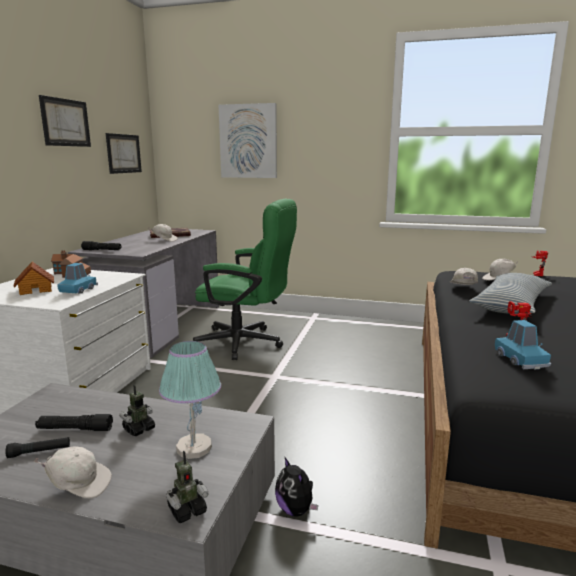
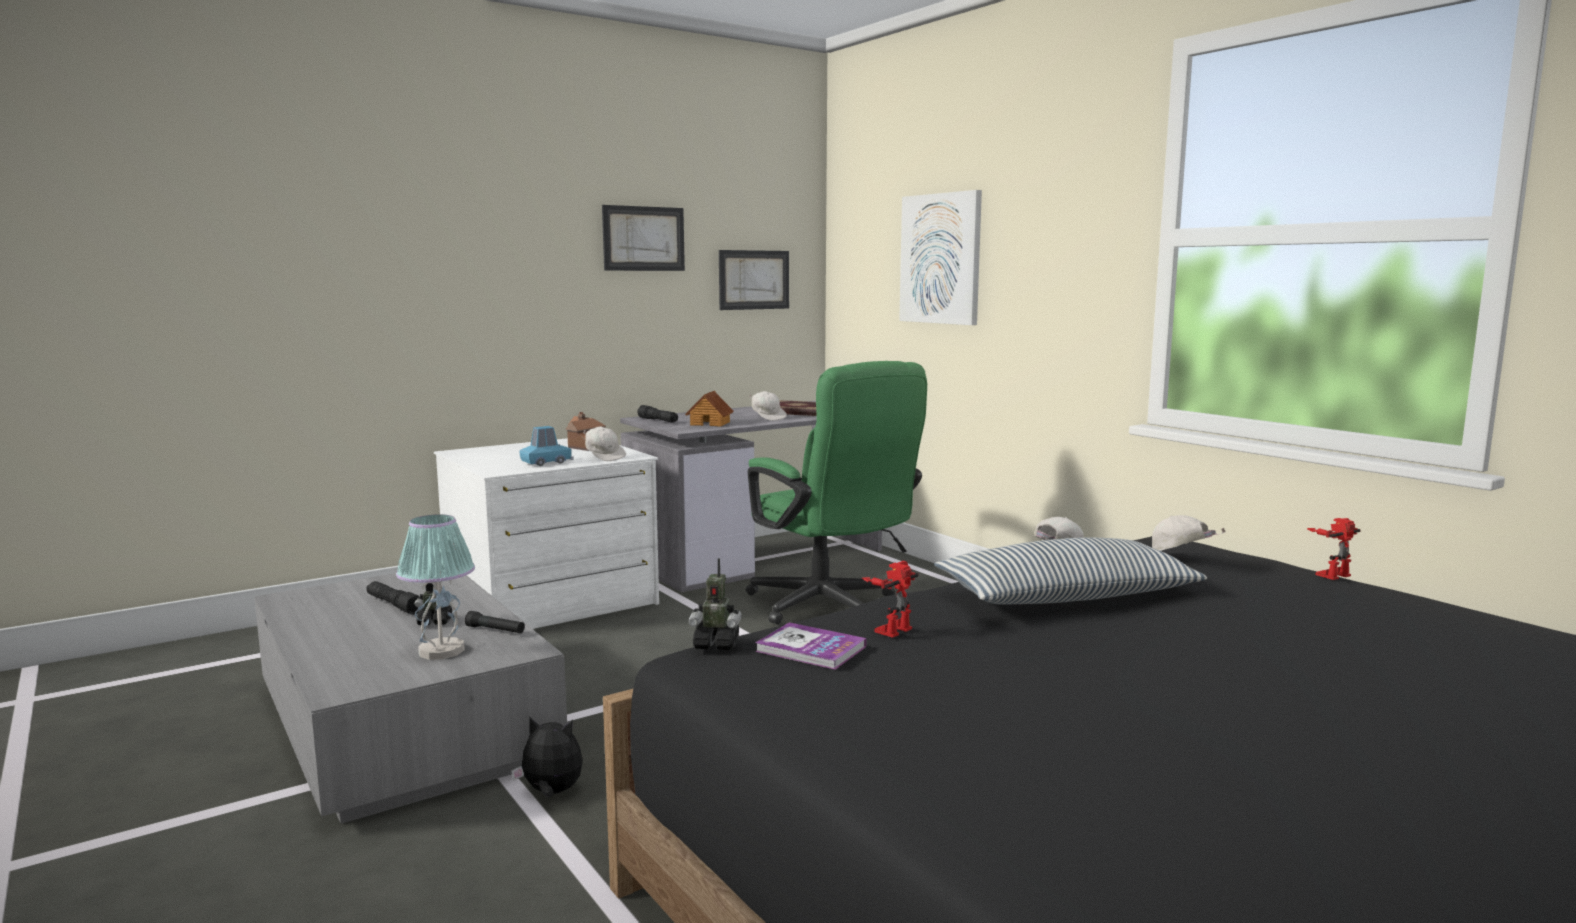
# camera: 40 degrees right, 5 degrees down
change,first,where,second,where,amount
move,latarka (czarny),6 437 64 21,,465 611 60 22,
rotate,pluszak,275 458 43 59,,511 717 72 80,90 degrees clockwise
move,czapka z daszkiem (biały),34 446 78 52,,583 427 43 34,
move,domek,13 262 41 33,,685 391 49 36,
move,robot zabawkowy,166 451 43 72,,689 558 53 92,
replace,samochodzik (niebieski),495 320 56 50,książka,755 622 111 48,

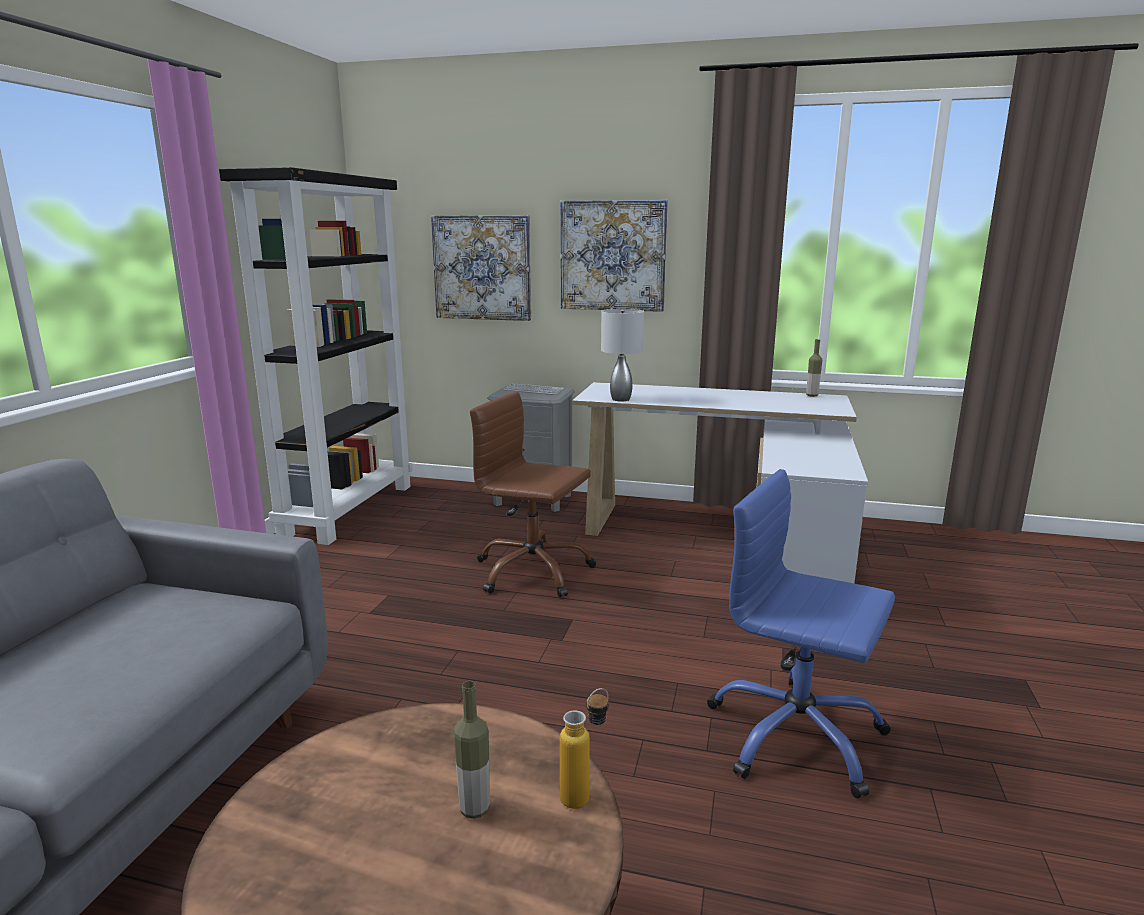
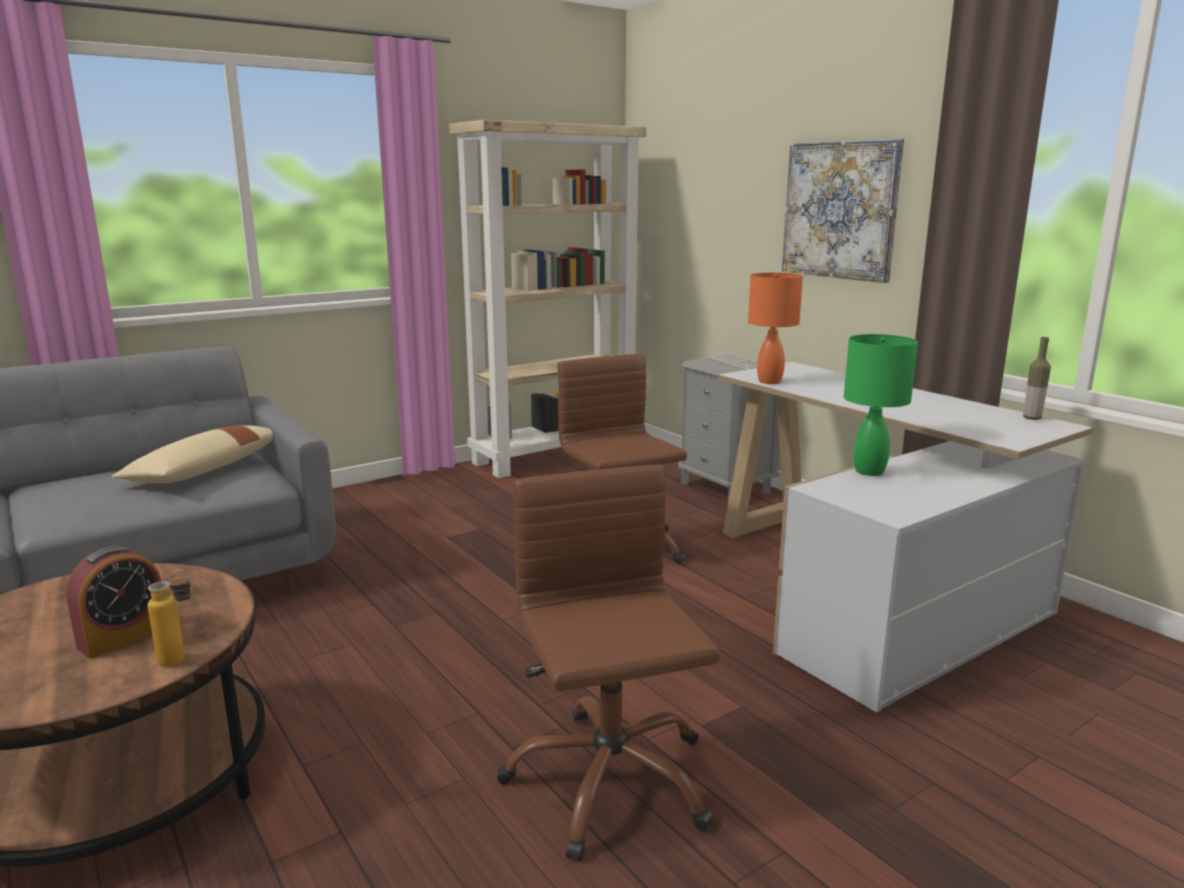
# camera: 40 degrees right, 0 degrees up
change,first,where,second,where,amount
replace,butelka,453 681 37 138,budzik,66 545 96 114,
insert,,,poduszka (beżowy),111 425 162 58,
recolor,regał (czarny),219 167 194 378,regał (beżowy),449 120 197 358,
recolor,krzesło biurowe (niebieski),707 469 188 329,krzesło biurowe (brązowy),497 464 223 397,
recolor,lampa stołowa (szary),601 309 43 92,lampa stołowa (pomarańczowy),748 273 55 111,
insert,,,lampa stołowa (zielony),844 334 74 142,
delete,obraz,431 215 100 106,,,

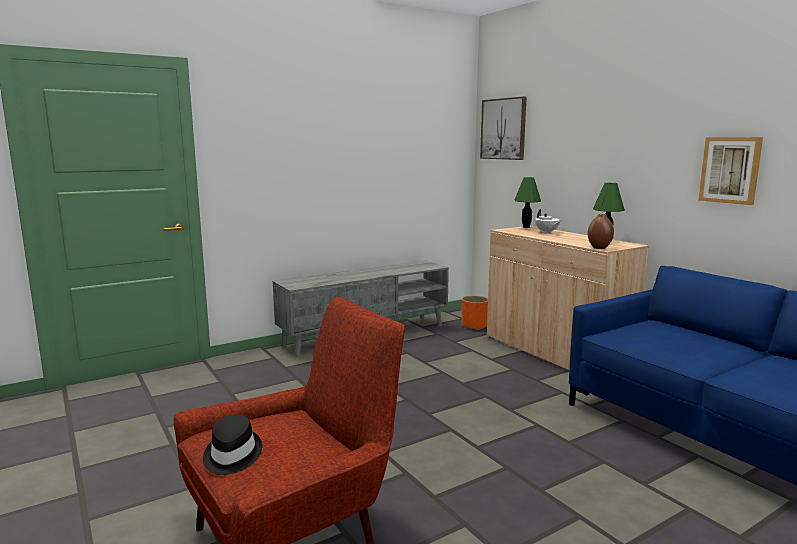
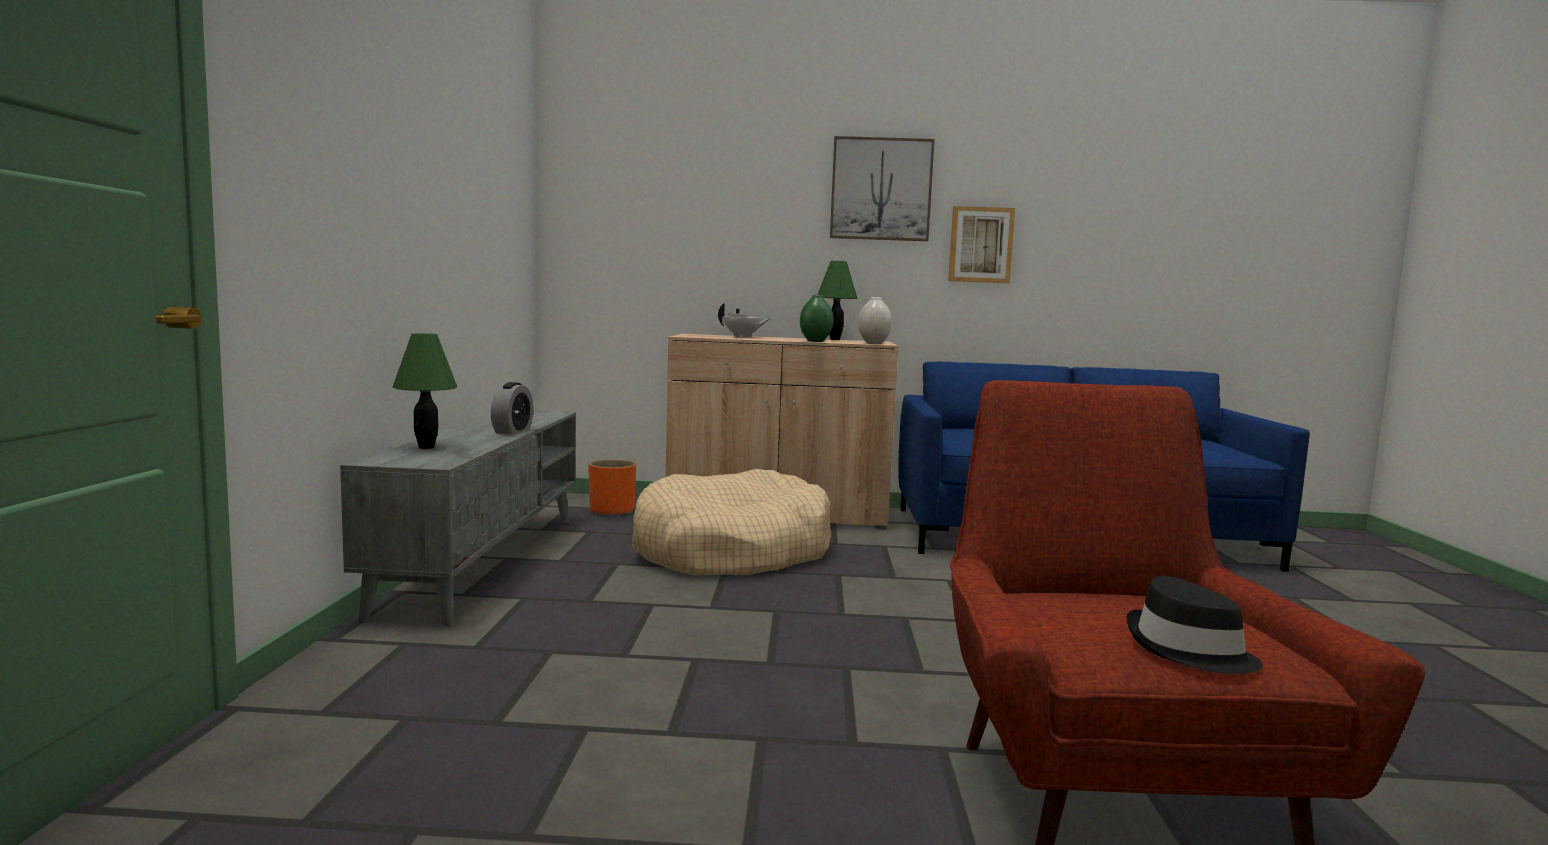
# camera: 55 degrees left, 5 degrees down
change,first,where,second,where,amount
move,lampa stołowa (zielony),514 177 27 51,,393 333 64 116,
insert,,,budzik,491 382 43 52,
insert,,,legowisko (beżowy),632 469 199 107,
insert,,,wazon (zielony),800 295 33 47,
move,obraz,480 97 47 63,,830 136 105 105,
recolor,wazon (brązowy),588 214 26 35,wazon (biały),858 297 34 47,

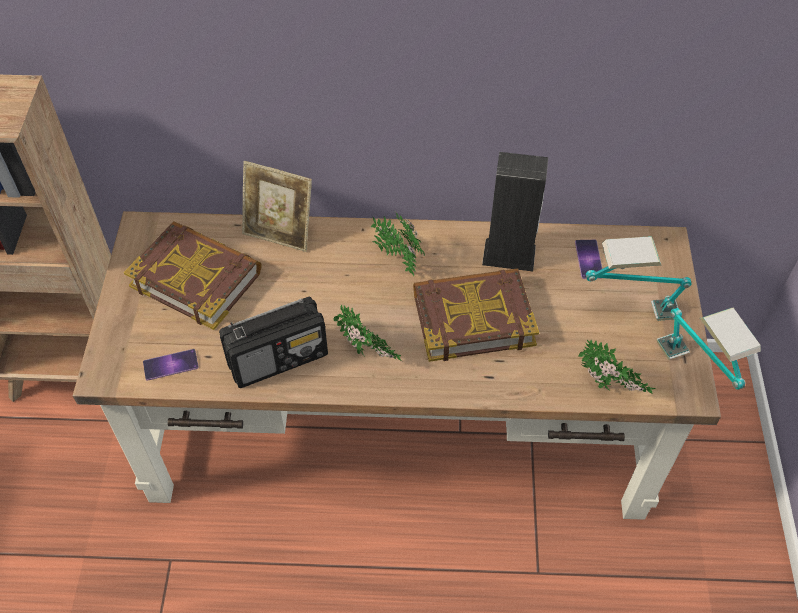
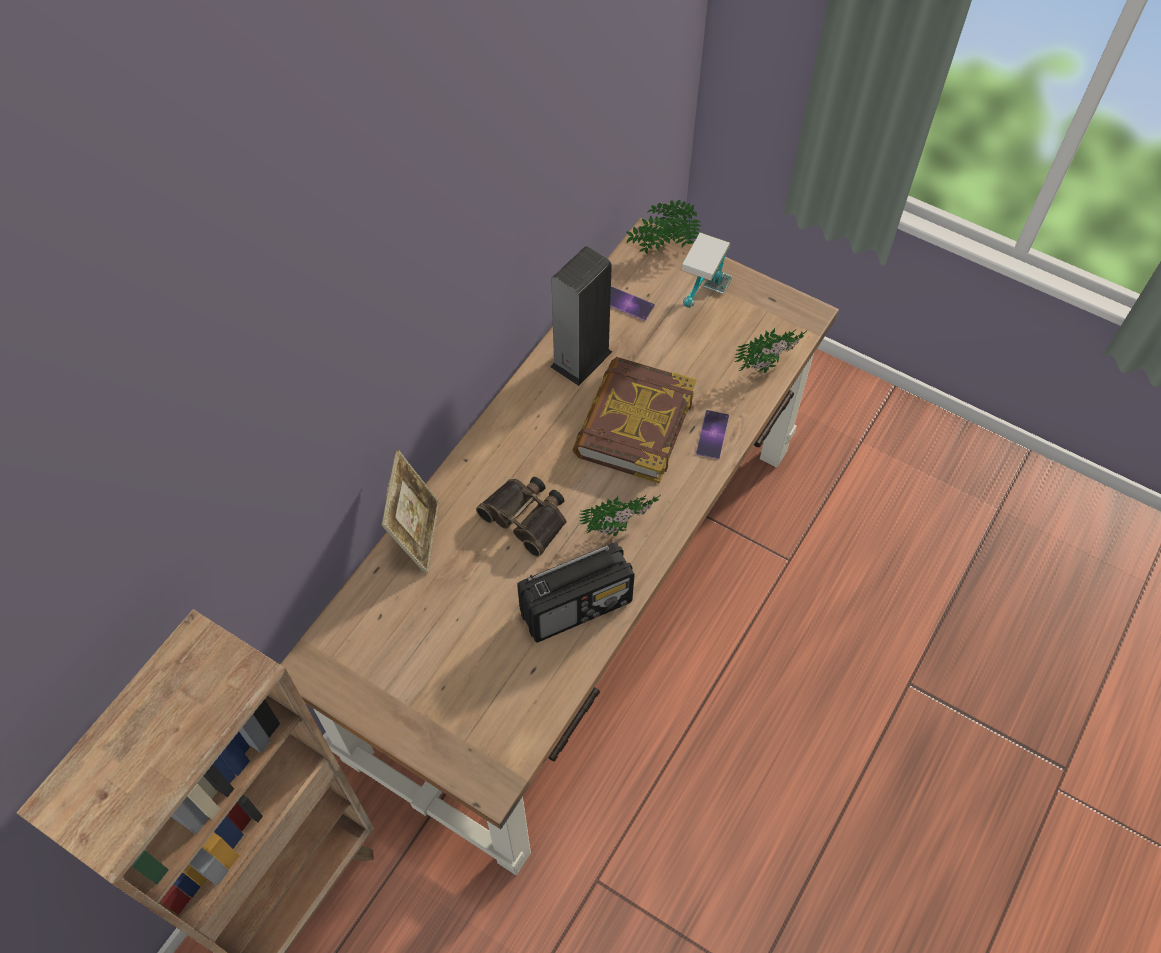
# camera: 60 degrees left, 5 degrees up
change,first,where,second,where,amount
rotate,ramka na zdjęcie,242 161 70 91,,381 450 58 123,45 degrees counterclockwise
insert,,,lornetka,476 477 90 80,
rotate,radio,219 297 109 91,,517 542 118 100,60 degrees clockwise
move,roślina doniczkowa,371 212 54 64,,626 200 75 54,
move,telefon,143 349 55 32,,696 410 33 49,
delete,książka,124 221 138 109,,,
delete,lampa stołowa,657 308 104 82,,,

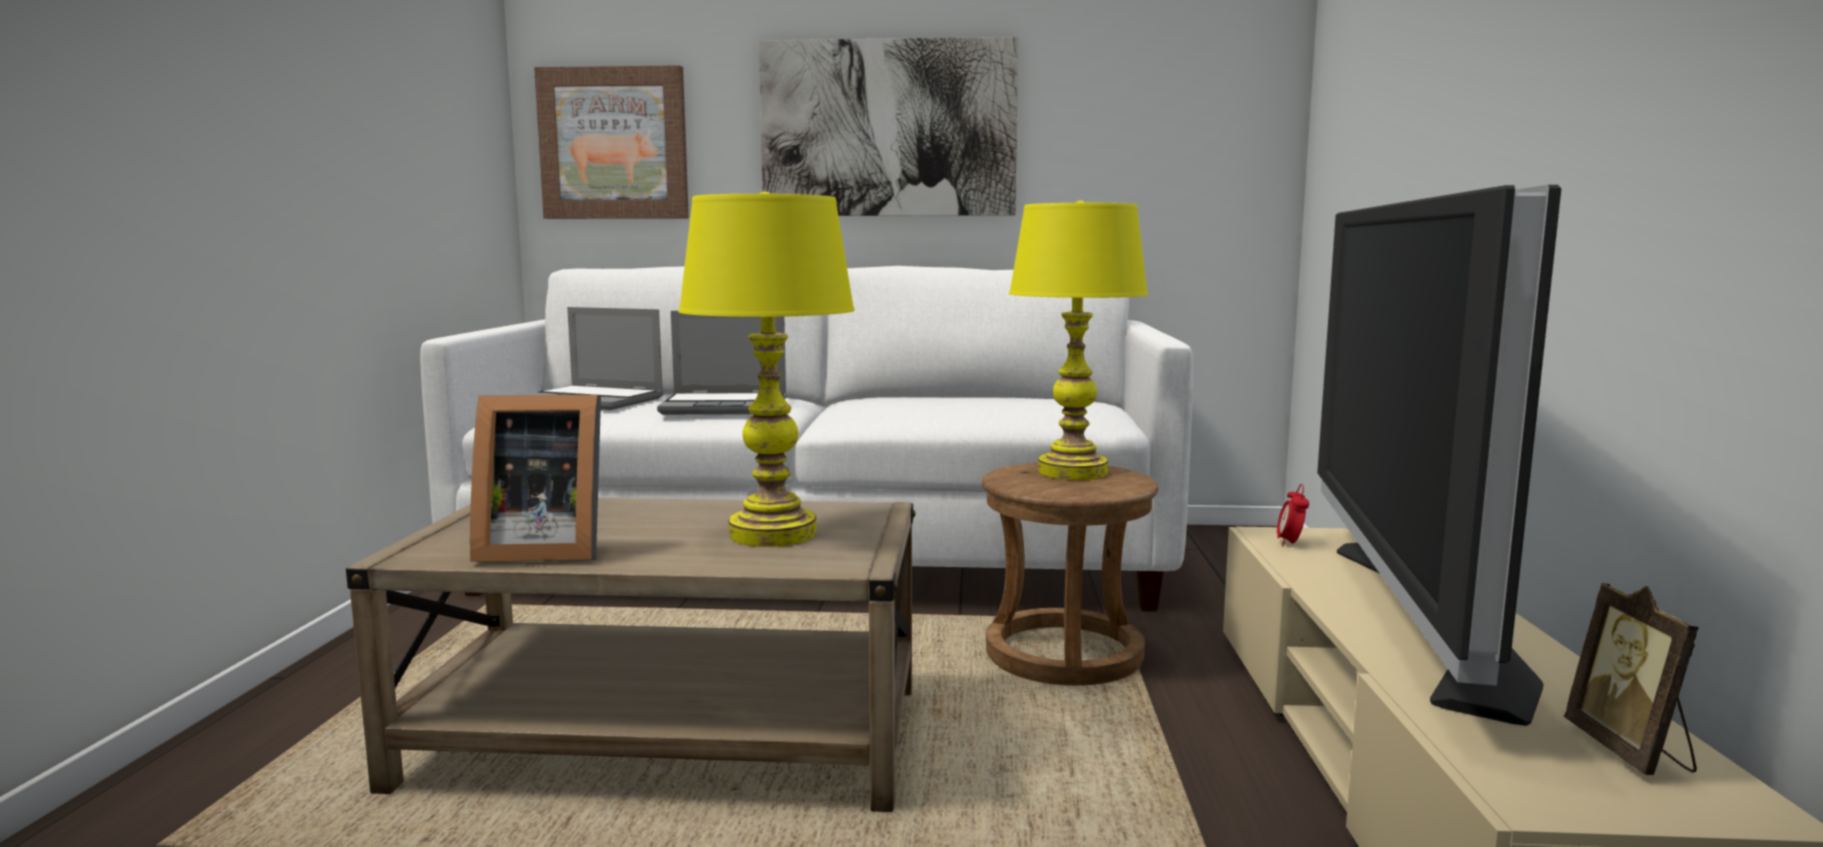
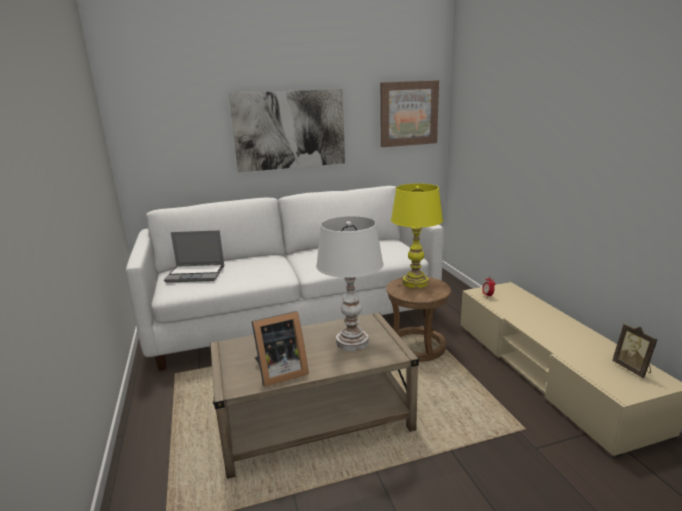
# camera: 20 degrees left, 10 degrees up
change,first,where,second,where,amount
recolor,lampa stołowa (żółty),678 191 177 356,lampa stołowa (biały),316 216 68 135,
move,obraz,534 65 155 154,,380 80 59 67,
delete,laptop,657 311 129 104,,,
delete,telewizor,1317 185 244 541,,,

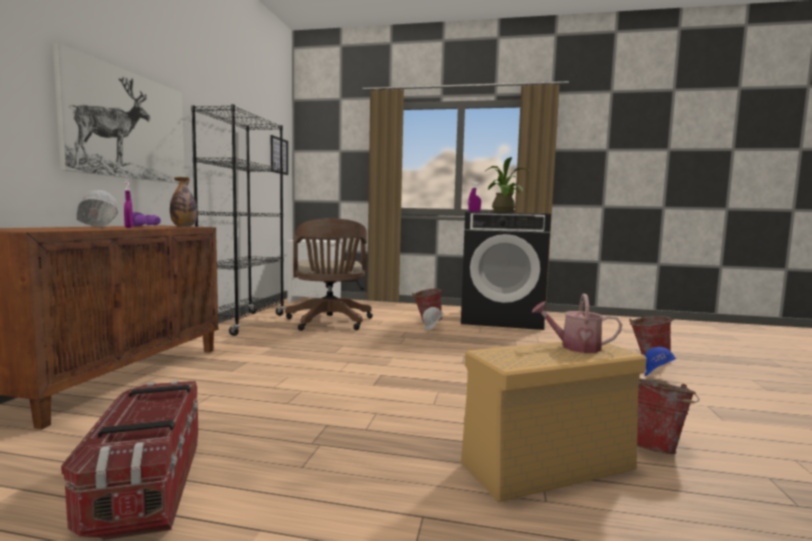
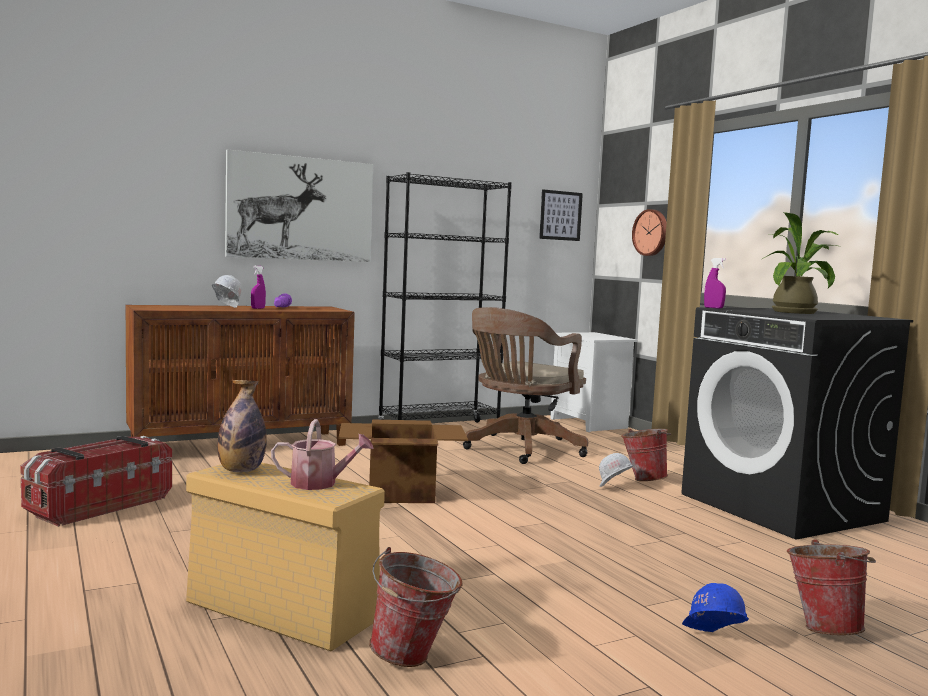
# camera: 50 degrees right, 0 degrees up
change,first,where,second,where,amount
move,butelka,170 177 28 50,,217 380 50 92,
rotate,konewka,532 294 90 59,,271 419 103 71,120 degrees clockwise
insert,,,karton,339 419 129 84,
insert,,,zegar ścienny,632 209 35 47,

